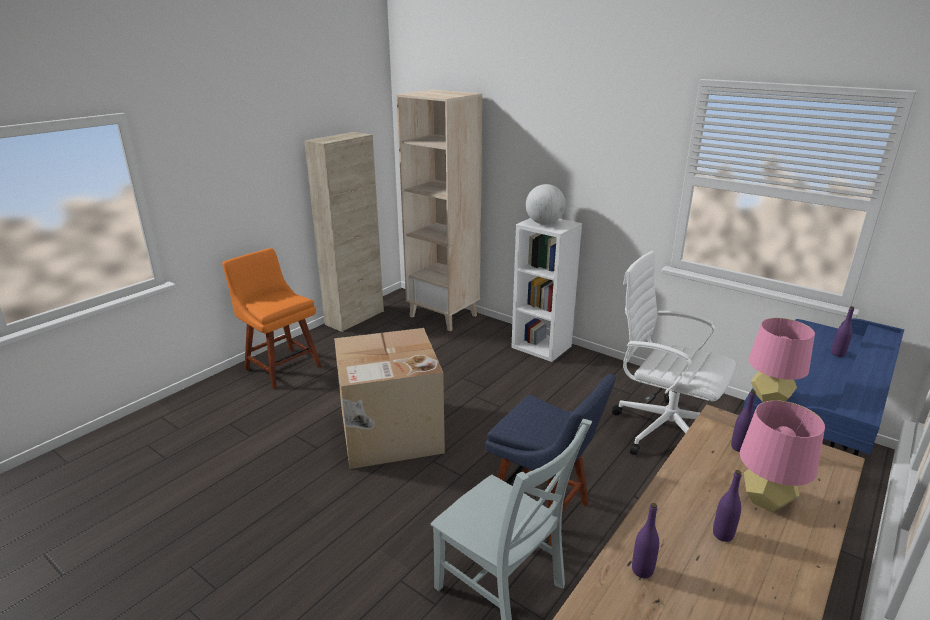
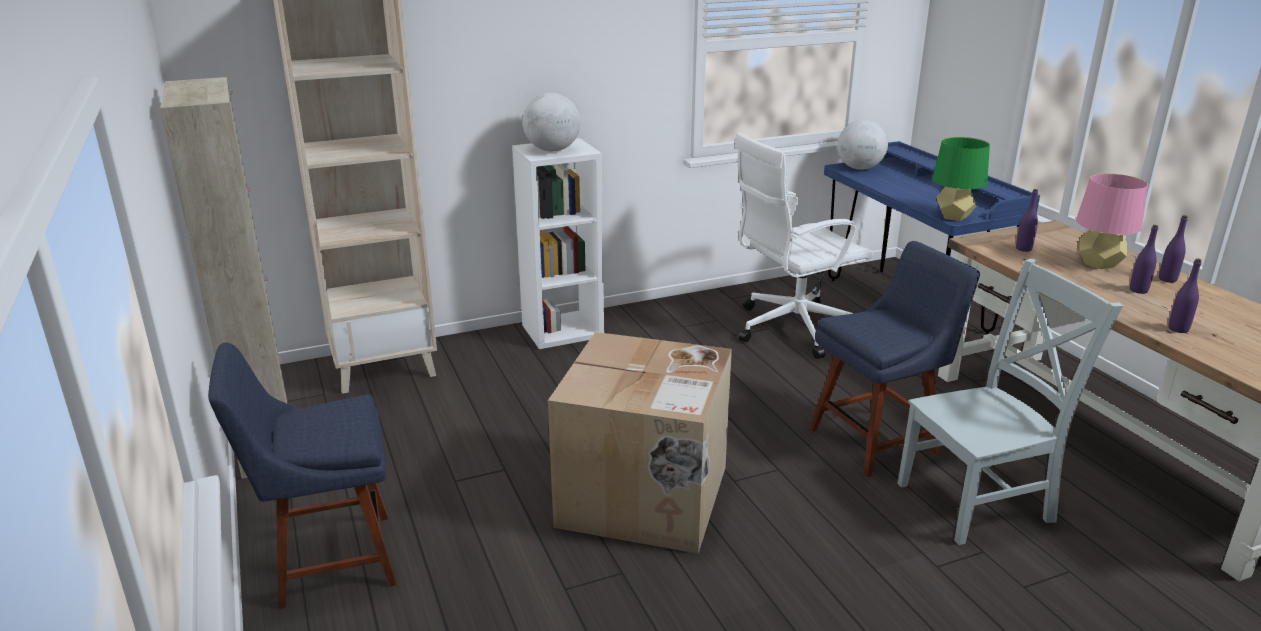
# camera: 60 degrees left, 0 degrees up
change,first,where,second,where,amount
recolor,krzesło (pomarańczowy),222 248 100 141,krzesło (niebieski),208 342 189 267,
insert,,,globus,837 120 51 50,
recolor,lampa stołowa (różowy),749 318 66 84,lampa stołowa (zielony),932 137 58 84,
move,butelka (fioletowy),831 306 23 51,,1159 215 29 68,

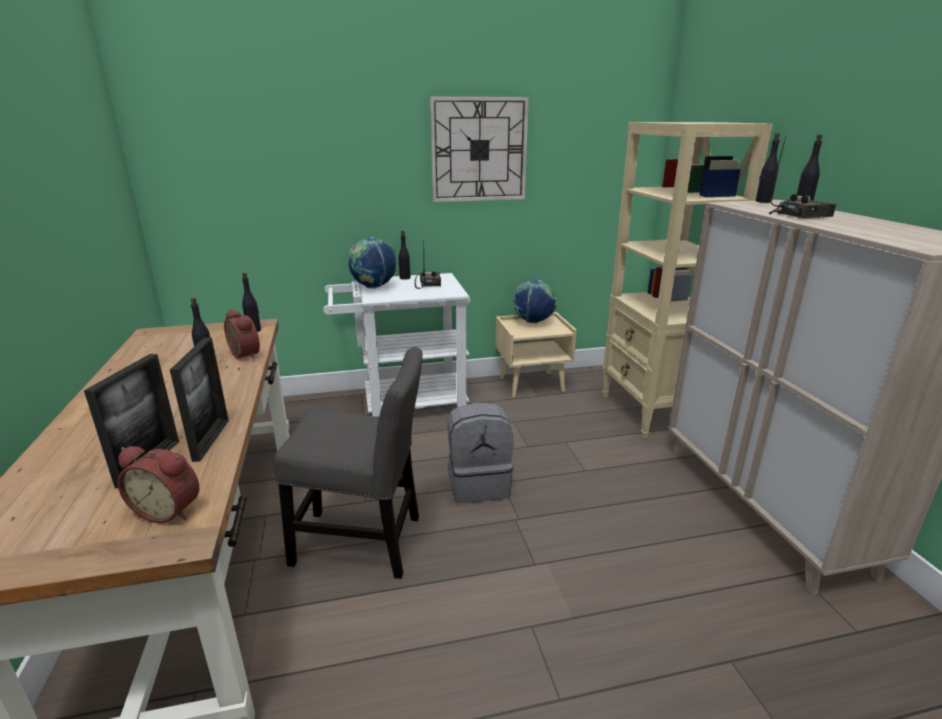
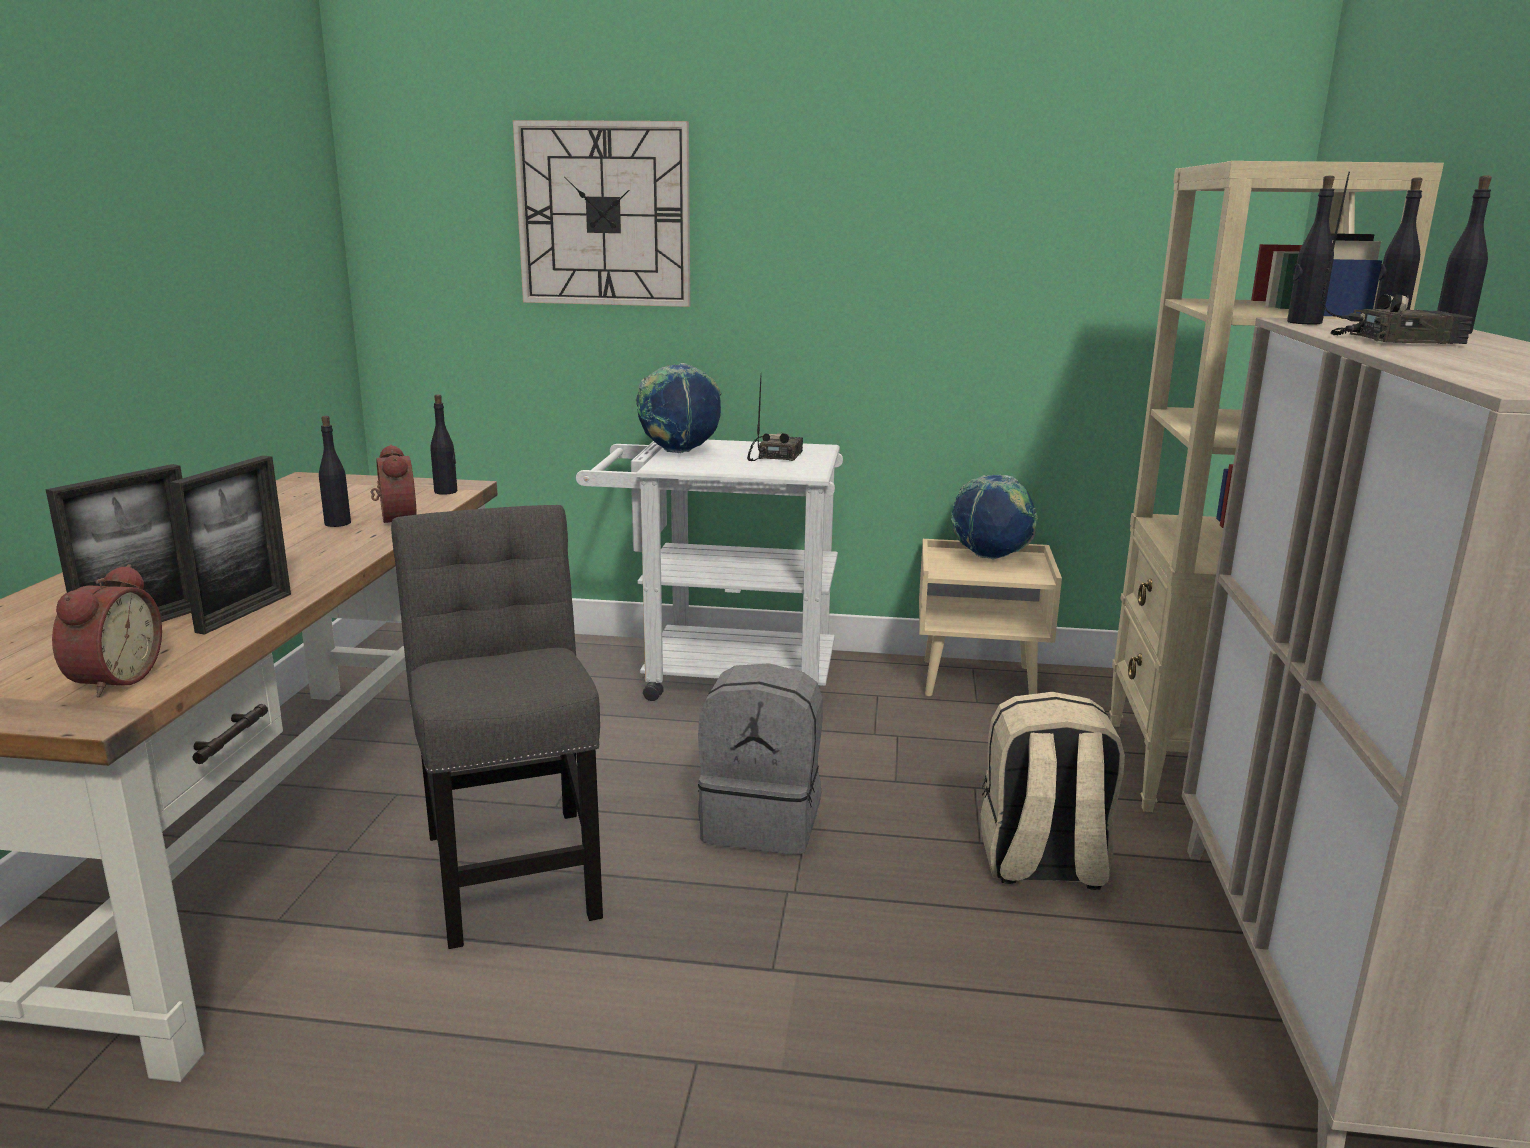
# camera: 20 degrees right, 5 degrees down
change,first,where,second,where,amount
rotate,budzik,118 446 81 77,,52 564 110 133,120 degrees counterclockwise
rotate,krzesło (szary),274 347 149 232,,391 505 212 444,135 degrees counterclockwise
move,zegar ścienny,430 96 99 106,,513 120 177 187,
insert,,,plecak (beżowy),980 692 145 198,
move,butelka (czarny),398 231 12 49,,1287 176 48 149,

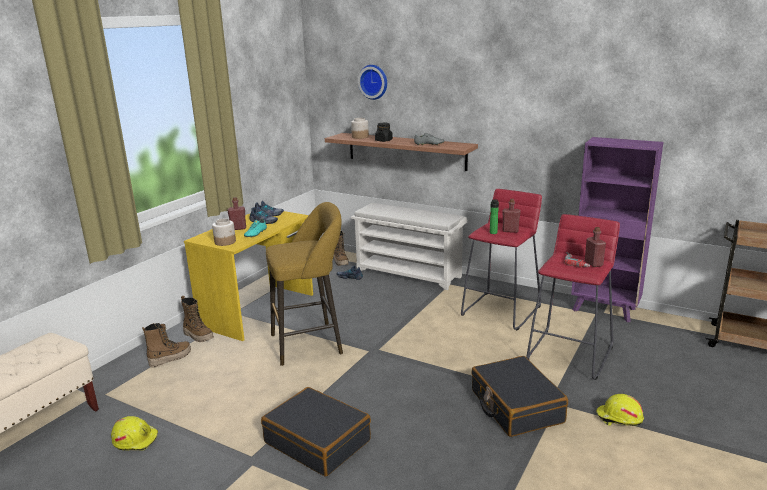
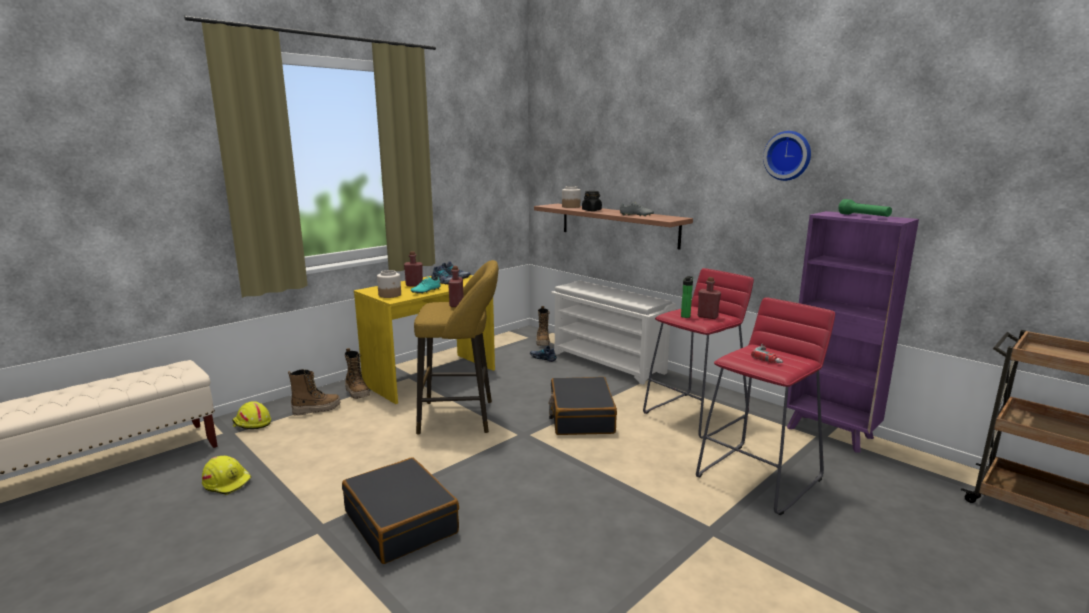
# camera: 15 degrees right, 5 degrees down
change,first,where,second,where,amount
move,kask (żółty),596 394 48 32,,232 401 39 28,
move,butelka (czerwony),585 227 21 40,,448 266 16 41,
move,walizka (czarny),471 356 97 81,,549 377 68 58,
move,zegar ścienny,358 65 29 35,,763 131 48 50,
insert,,,latarka (zielony),838 199 54 18,

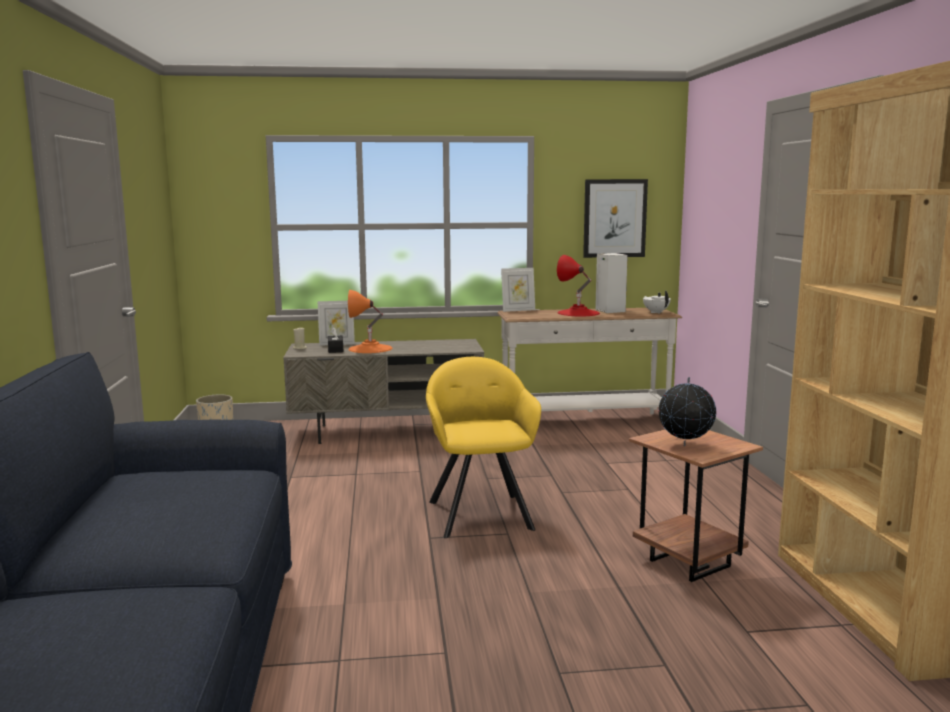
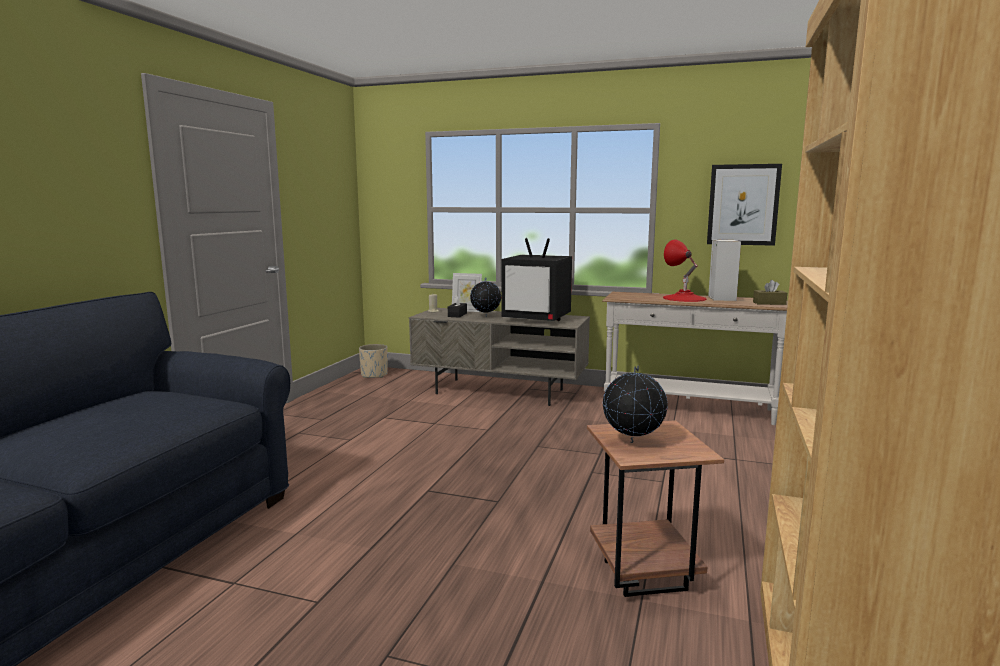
# camera: 25 degrees right, 0 degrees up
change,first,where,second,where,amount
replace,lampa stołowa (pomarańczowy),348 290 44 63,globus,470 278 31 39,
insert,,,telewizor,501 238 71 83,
replace,imbryk (biały),643 290 28 24,pudełko chusteczek (brązowy),753 280 34 25,
delete,fotel (żółty),426 357 115 181,,,
delete,ramka na zdjęcie,501 268 34 44,,,

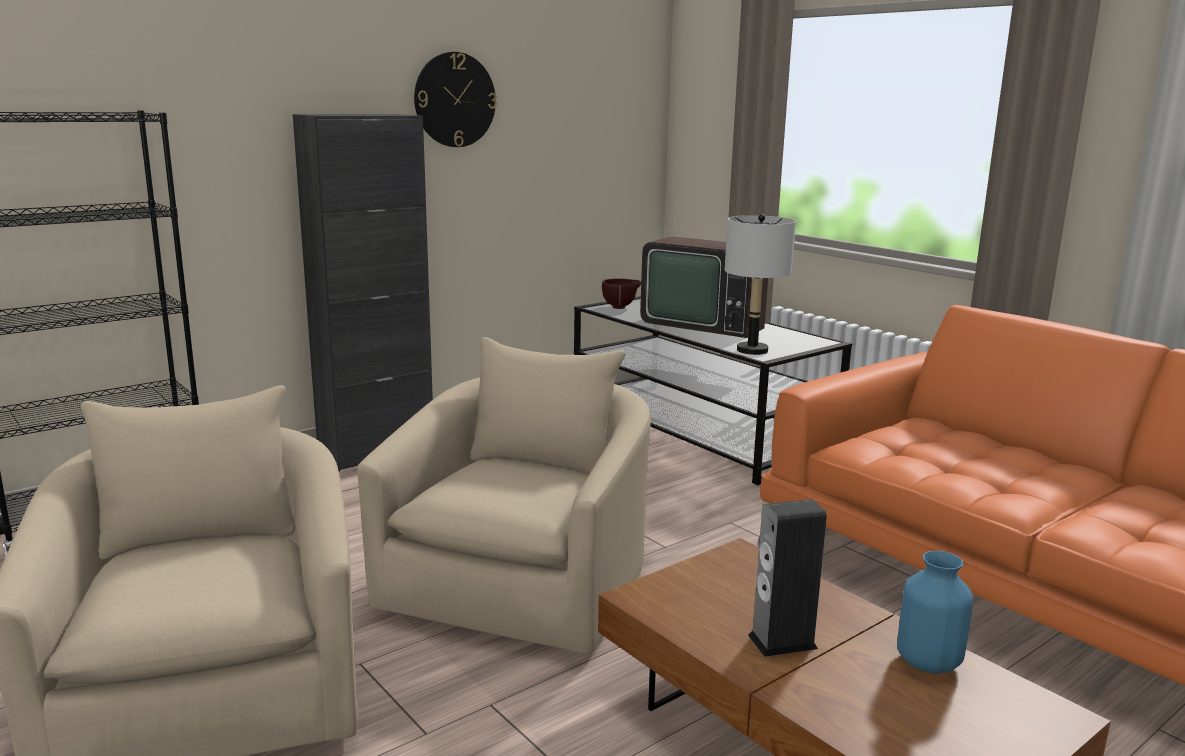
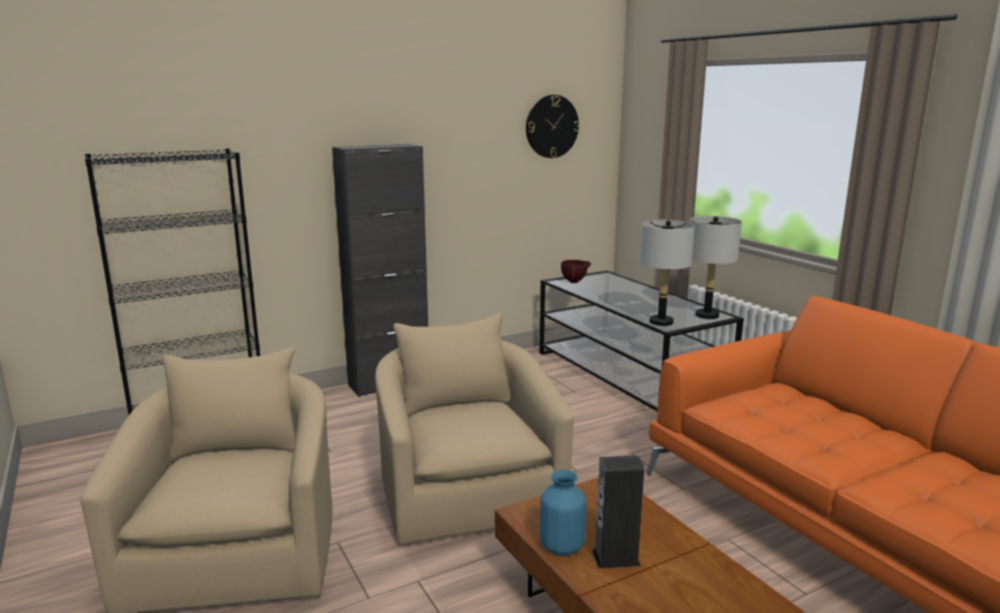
# camera: 10 degrees right, 0 degrees up
change,first,where,second,where,amount
rotate,fotel (beżowy),357 337 294 318,,375 313 199 231,45 degrees counterclockwise
move,zegar ścienny,414 52 83 95,,526 95 54 63,
move,wazon (niebieski),897 551 76 122,,540 470 47 85,
insert,,,lampa stołowa (szary),690 216 52 103,
delete,telewizor,640 237 128 101,,,

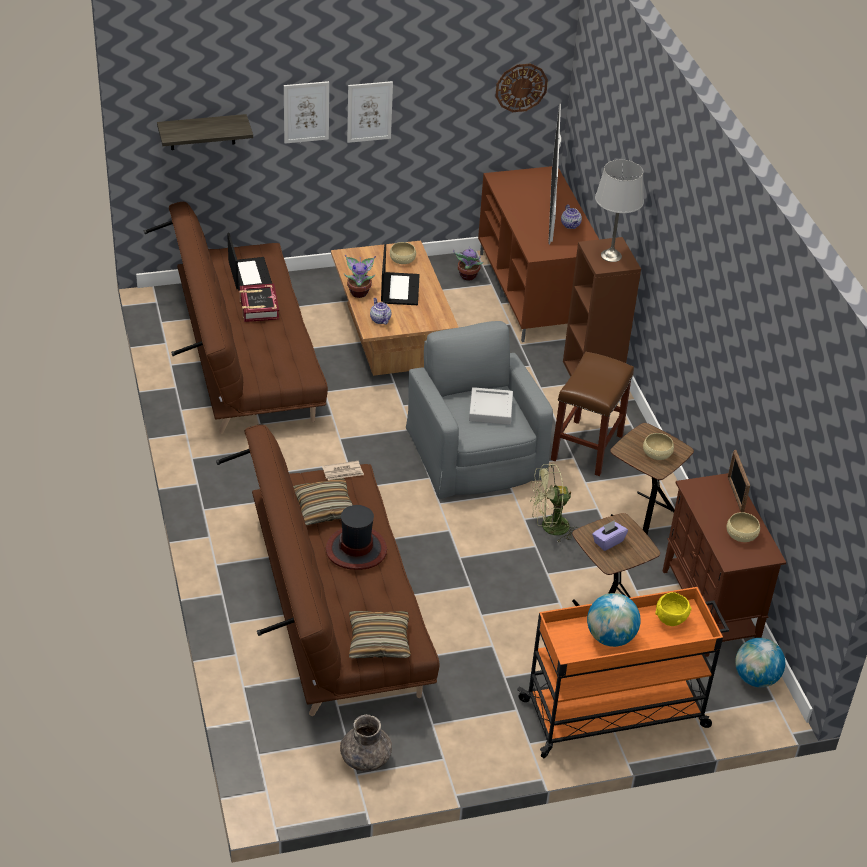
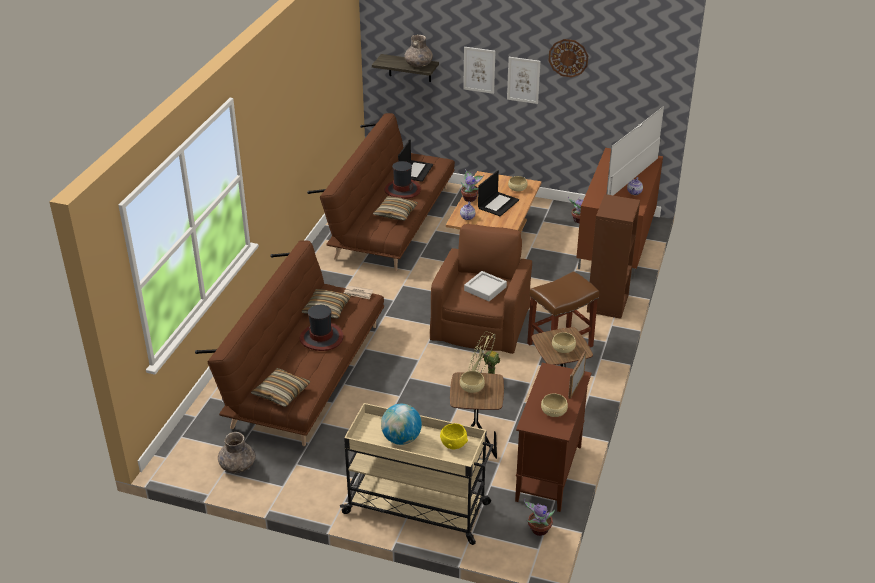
# camera: 35 degrees right, 5 degrees down
change,first,where,second,where,amount
recolor,wózek (pomarańczowy),517 587 212 171,wózek (beżowy),340 403 153 142,
insert,,,poduszka,373 196 45 25,
replace,książka,239 284 40 38,kapelusz,384 161 37 38,
insert,,,wazon (szary),404 35 29 32,
recolor,fotel (szary),406 321 147 178,fotel (brązowy),430 224 102 130,
replace,pudełko chusteczek (fioletowy),592 520 36 31,miska (beżowy),460 371 25 22,
replace,globus,735 638 50 49,roślina doniczkowa,524 498 31 38,
move,zegar ścienny,495 63 53 49,,548 39 40 38,
delete,lampa stołowa (szary),595 160 49 102,,,

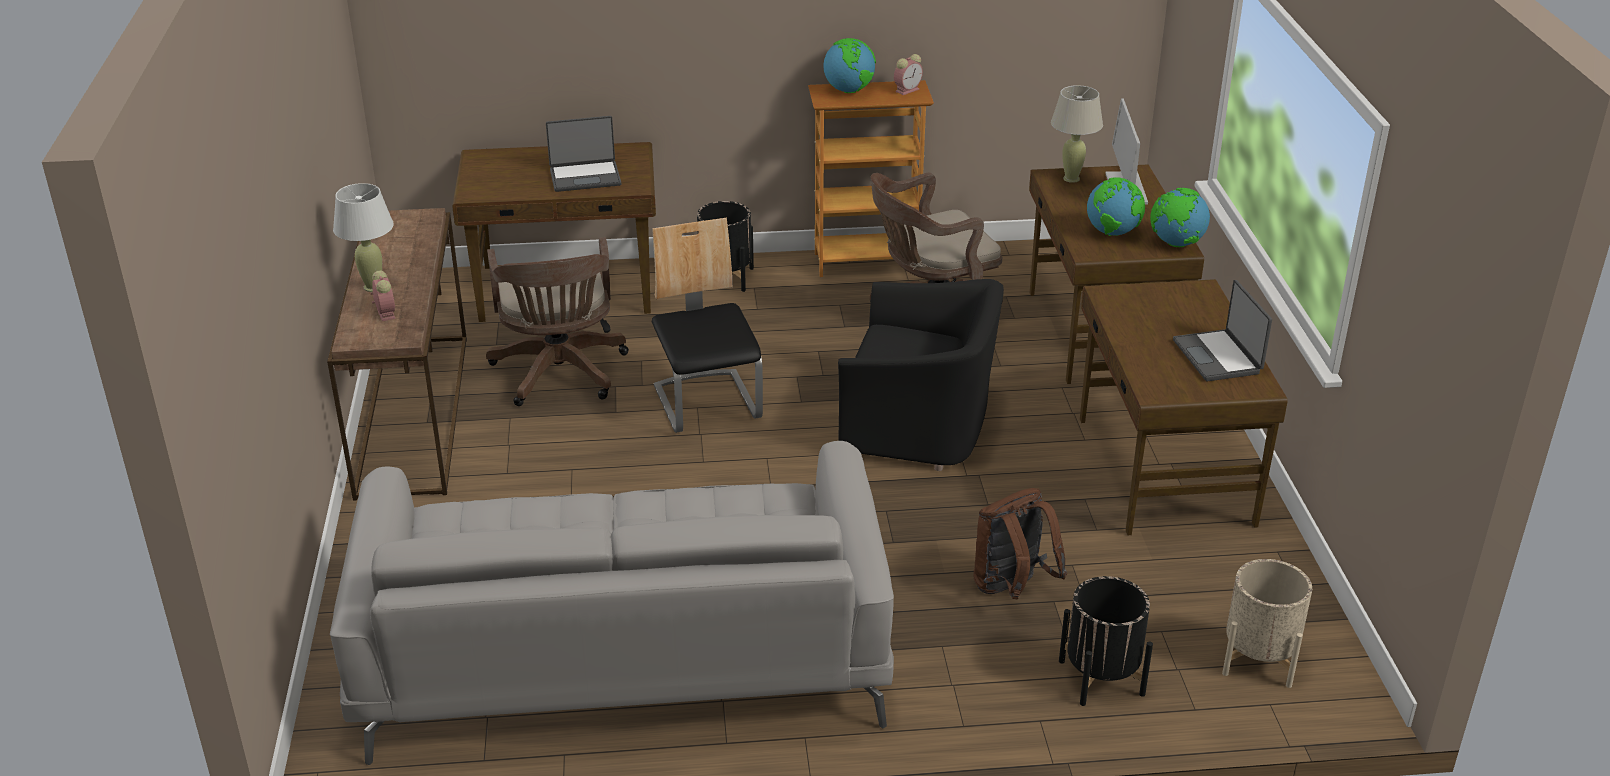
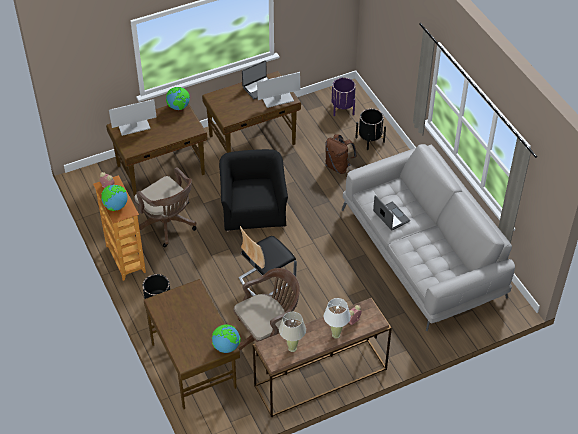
# camera: 110 degrees left, 15 degrees up
change,first,where,second,where,amount
move,globus,1087 177 58 59,,212 325 29 28,
insert,,,monitor,257 72 43 36,
move,lampa stołowa (beżowy),1051 85 52 98,,279 312 27 40,
recolor,donica (beżowy),1222 559 90 129,donica (fioletowy),332 77 24 39,
move,laptop,546 116 75 76,,373 195 37 35,

